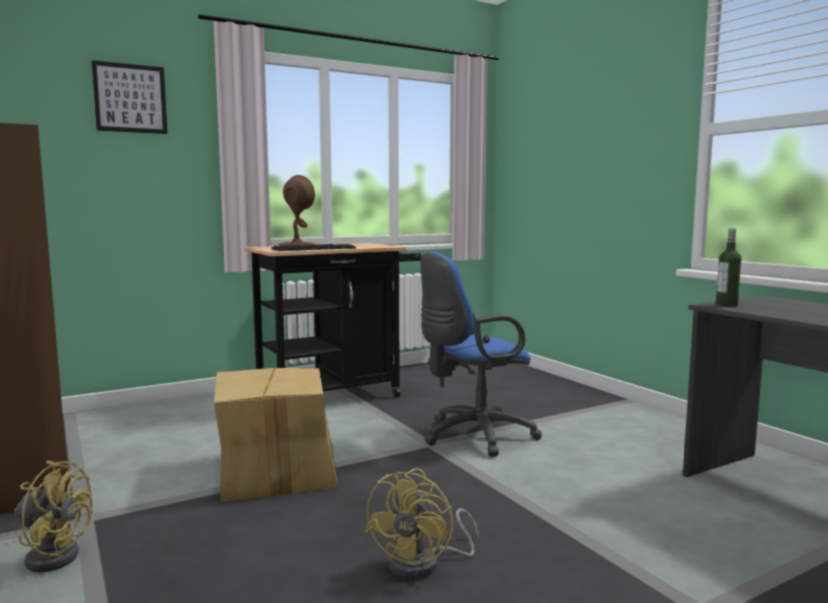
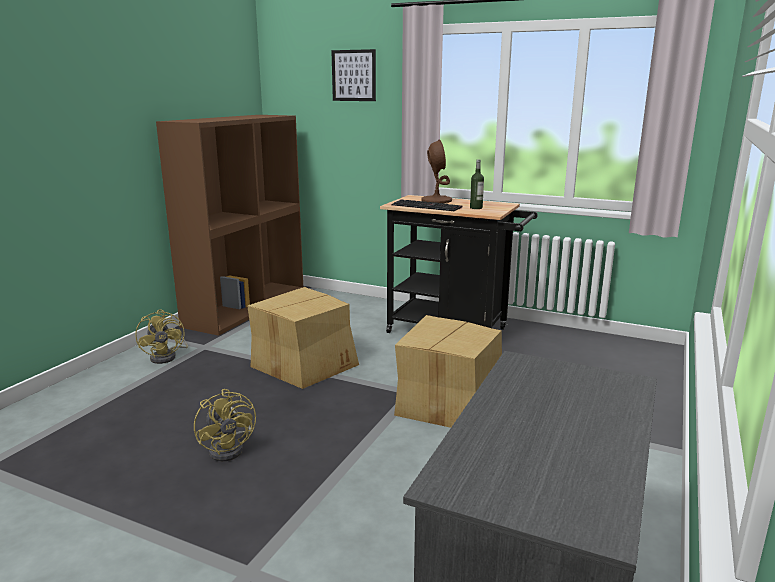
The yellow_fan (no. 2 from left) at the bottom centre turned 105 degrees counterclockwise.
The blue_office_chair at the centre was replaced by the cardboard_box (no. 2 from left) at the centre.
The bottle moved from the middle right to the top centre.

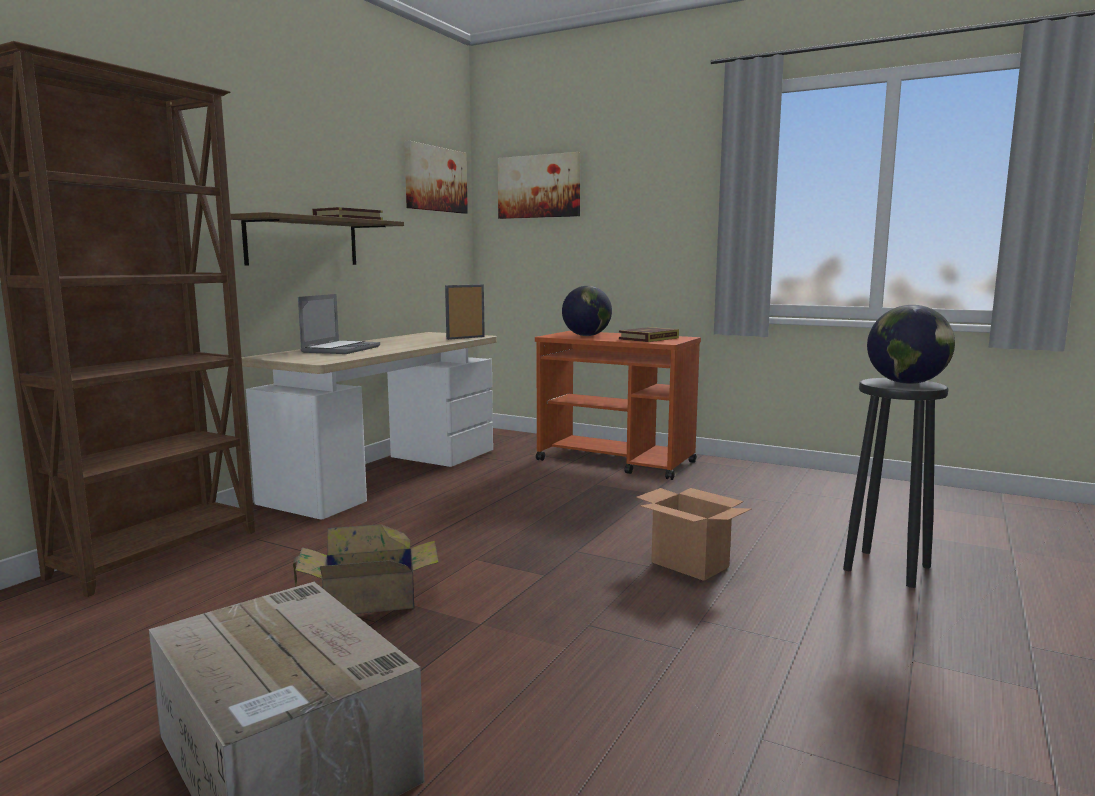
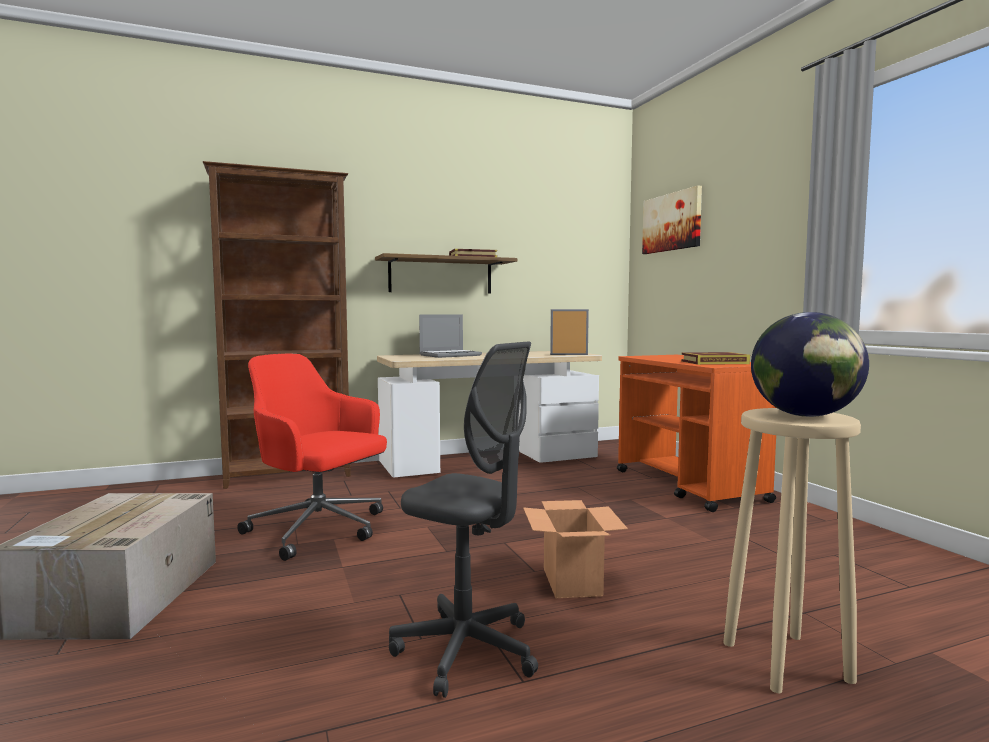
The cardboard_box (no. 2 from left) at the bottom centre was replaced by the red_office_chair at the middle left.
The grey_office_chair at the bottom centre appeared.
The black_stool at the middle right became the beige_stool at the bottom right.
The picture (no. 1 from left) at the top centre disappeared.
The globe (no. 1 from left) at the centre disappeared.

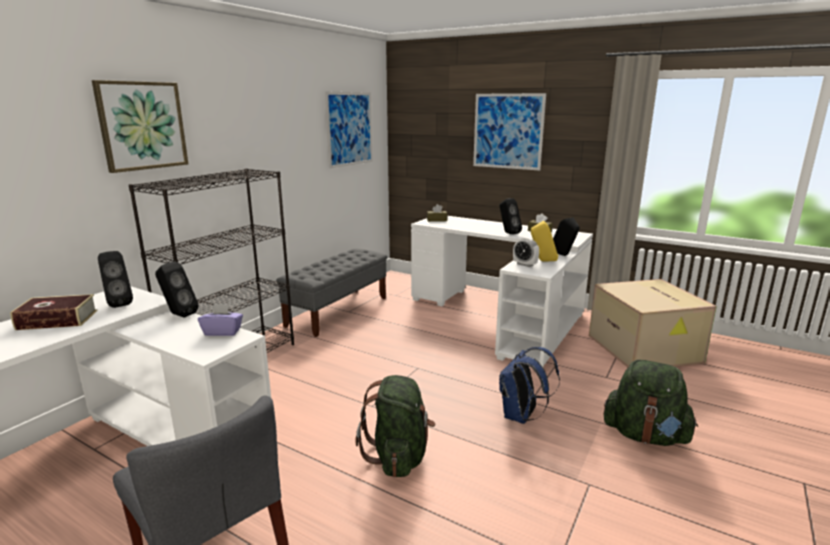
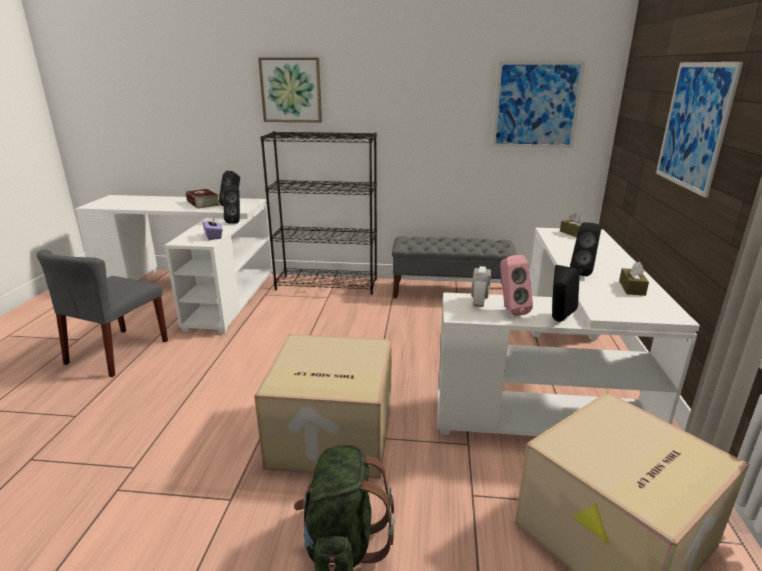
The blue_backpack at the bottom centre was replaced by the cardboard_box (no. 1 from left) at the bottom centre.
The yellow_speaker at the centre became the pink_speaker at the middle right.
The green_backpack (no. 1 from left) at the bottom centre disappeared.

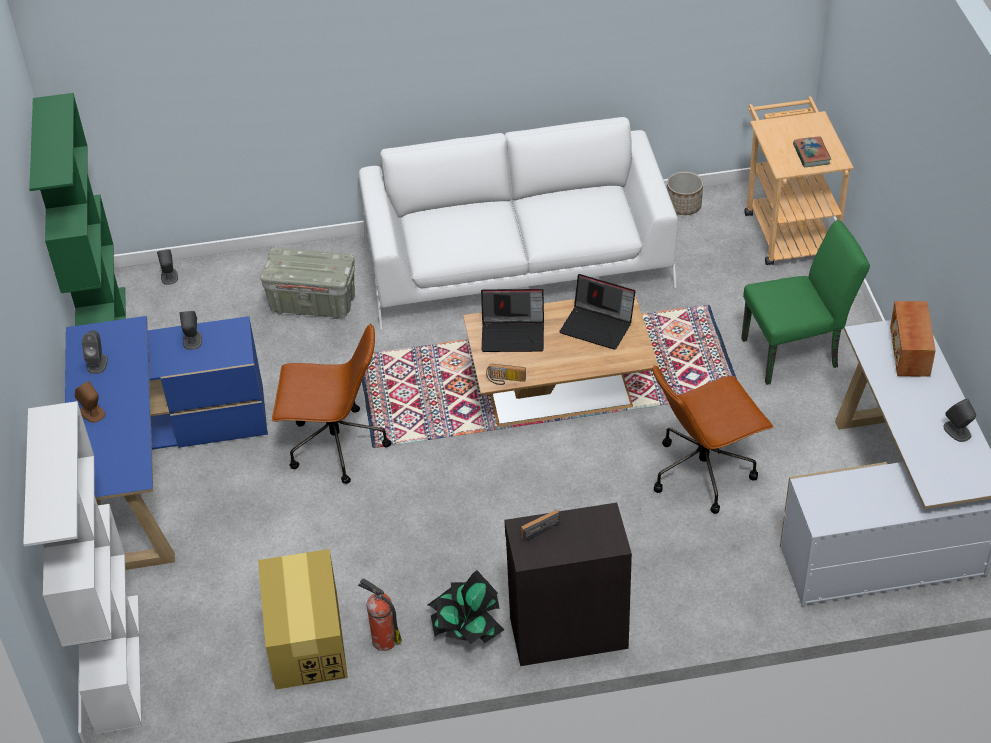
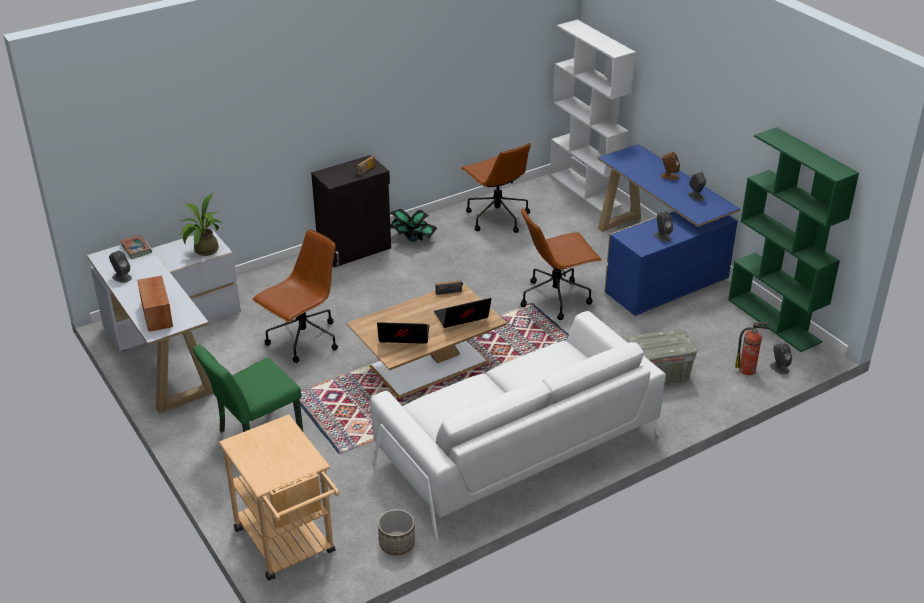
The book moved from the top right to the middle left.
The potted_plant (no. 1 from left) at the middle left appeared.
The cardboard_box at the bottom left was replaced by the brown_office_chair (no. 2 from left) at the top centre.
The fire_extinguisher moved from the bottom centre to the middle right.

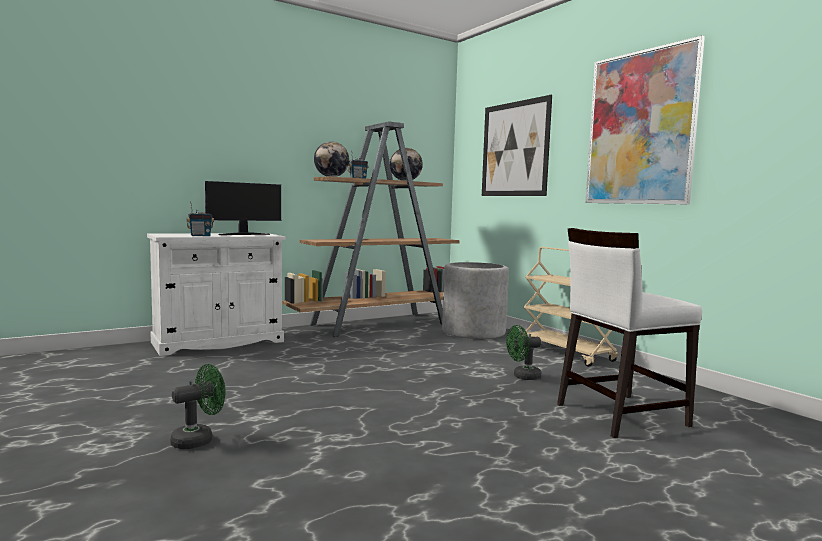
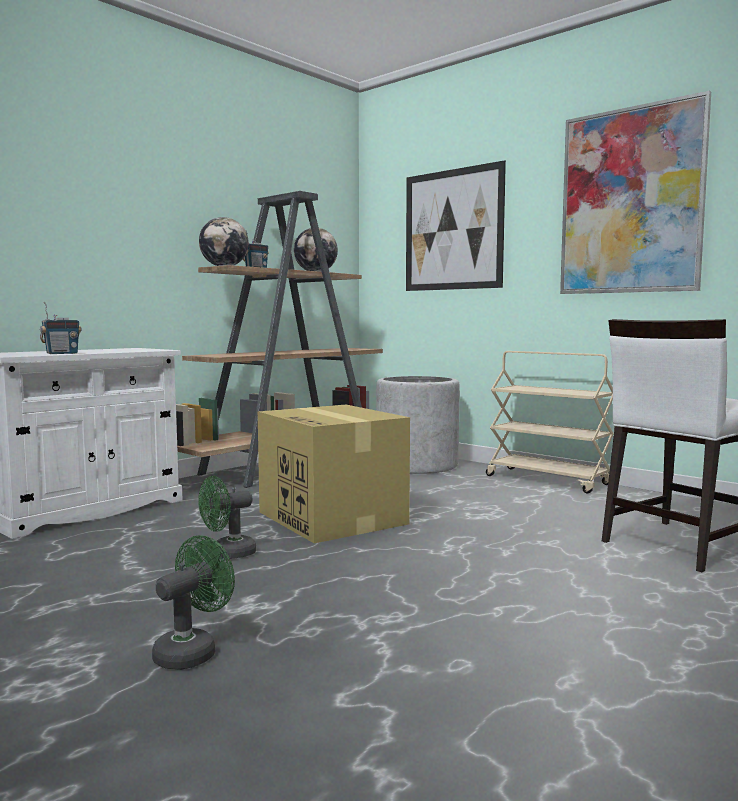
The green_fan (no. 2 from left) moved from the centre to the middle left.
The cardboard_box at the centre appeared.
The monitor at the middle left disappeared.

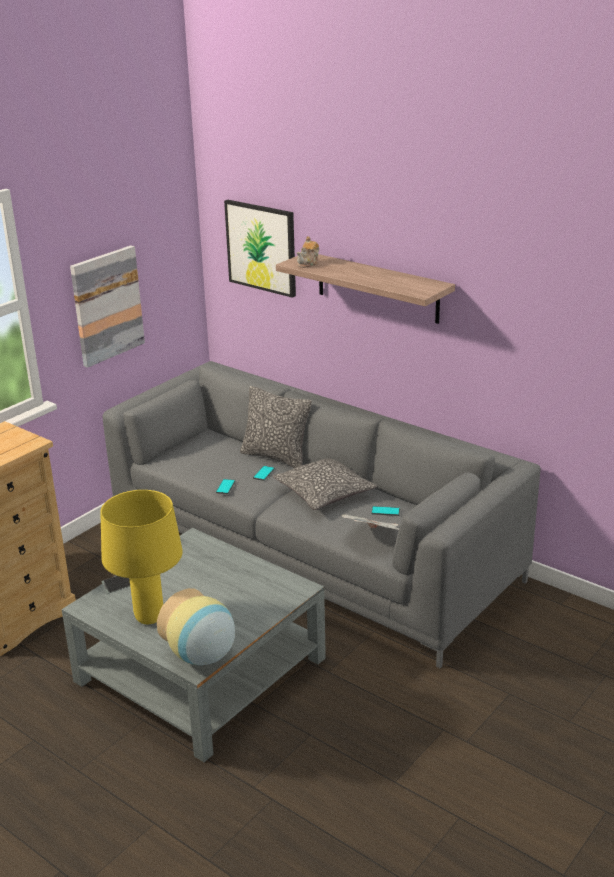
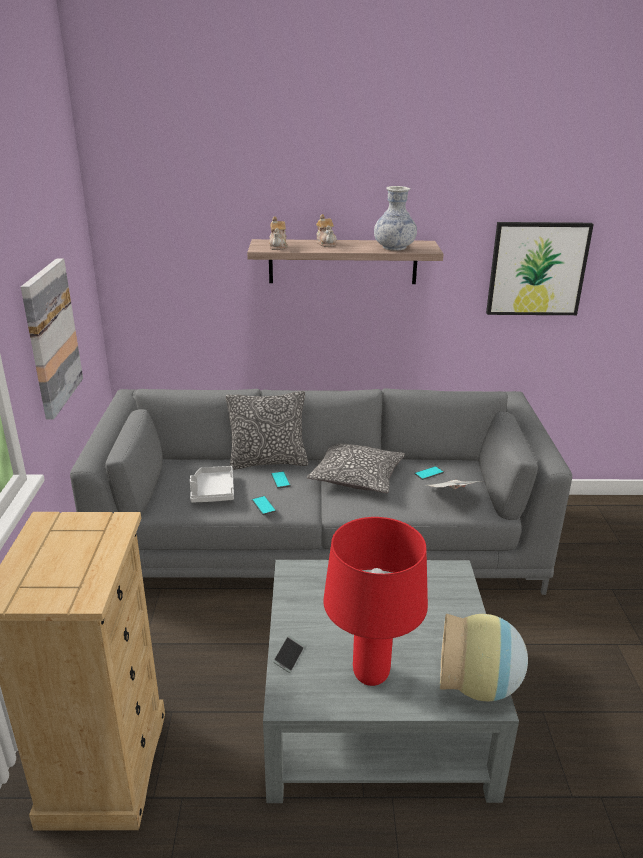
The grey_tray at the middle left appeared.
The teapot (no. 2 from left) at the top centre appeared.
The yellow_table_lamp at the middle left became the red_table_lamp at the bottom centre.
The vase (no. 1 from left) at the top centre appeared.
The picture (no. 2 from left) moved from the top centre to the top right.

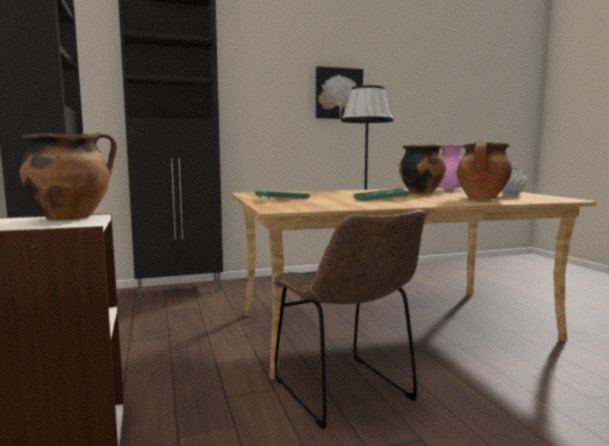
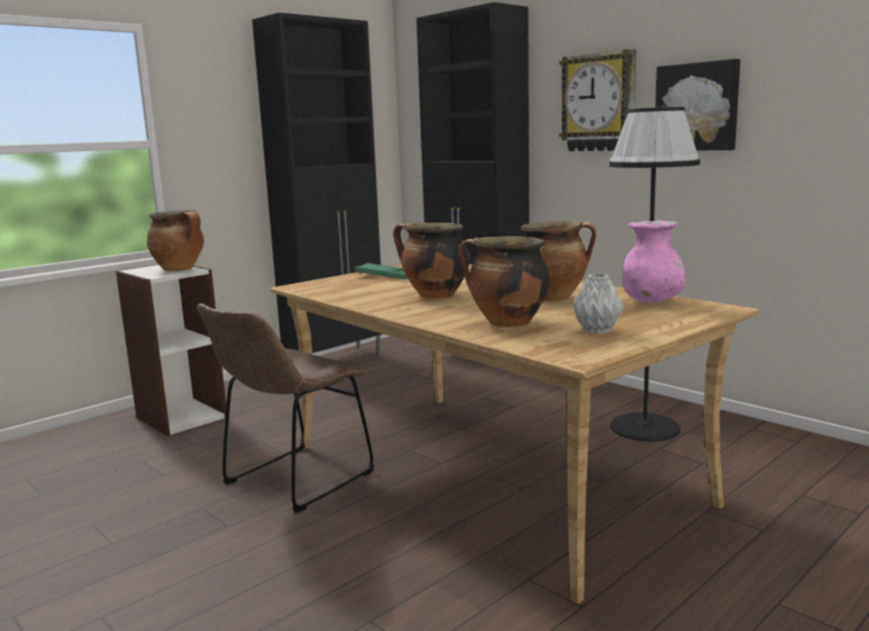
The green_tray (no. 2 from left) at the centre was replaced by the cooking_pot (no. 2 from left) at the centre.
The wall_clock at the top right appeared.

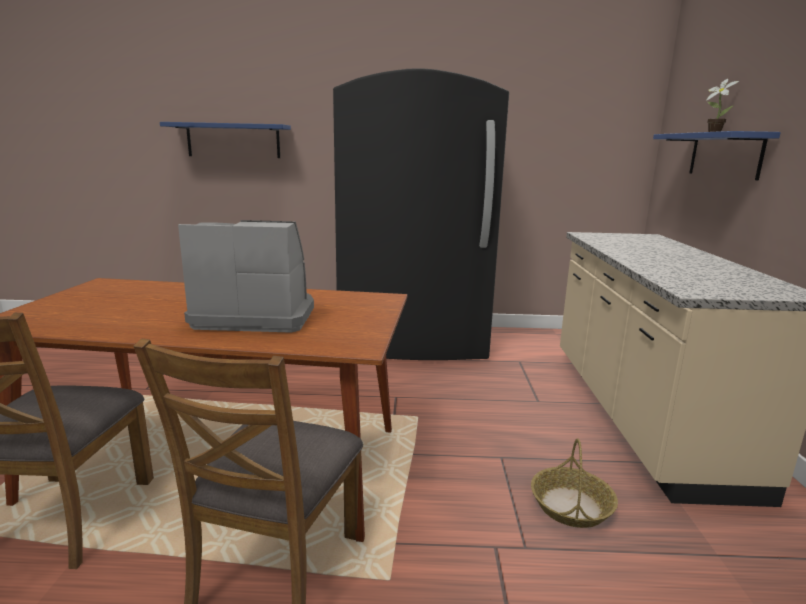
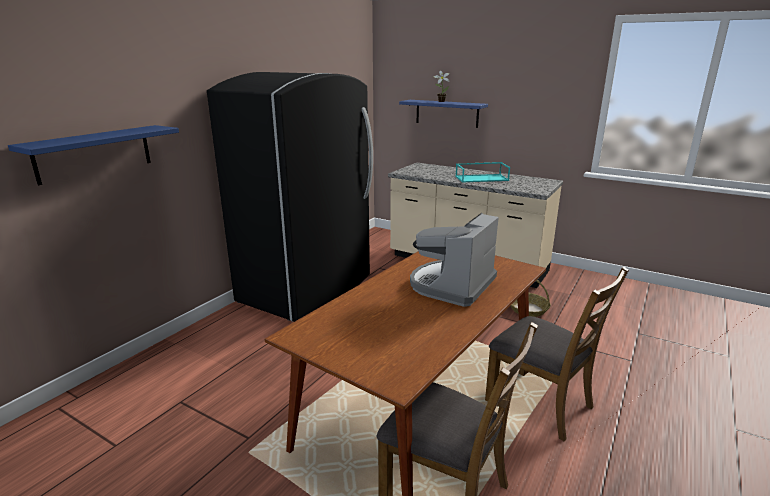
The turquoise_tray at the centre appeared.

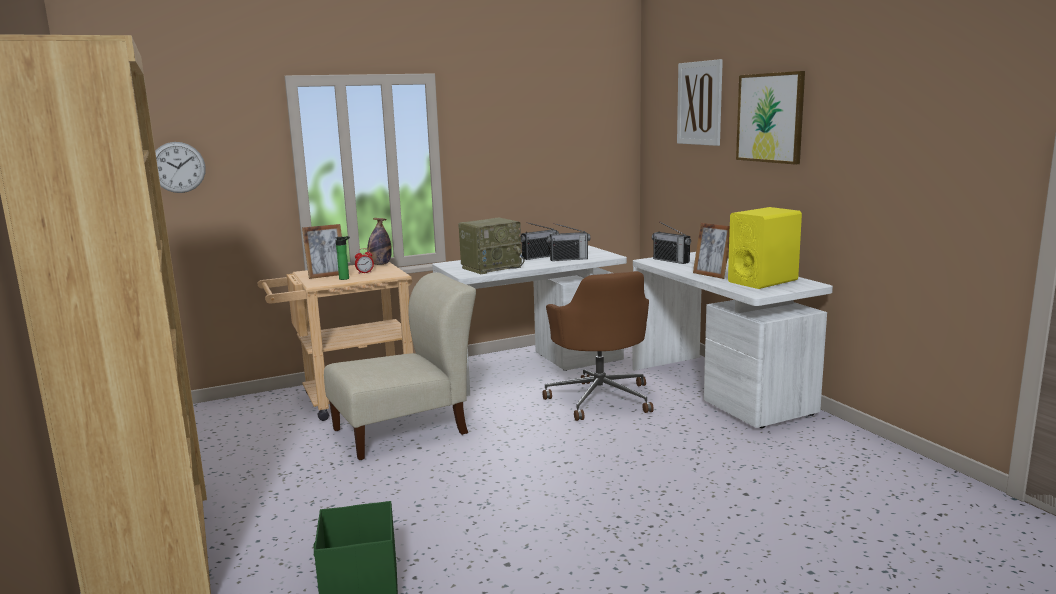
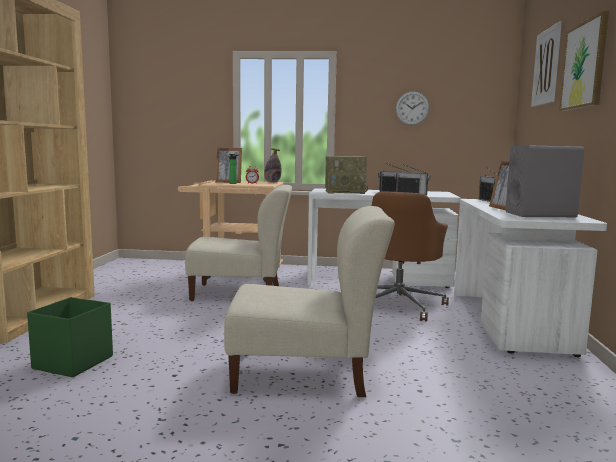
The beige_chair (no. 2 from left) at the centre appeared.
The wall_clock moved from the top left to the top right.
The yellow_speaker at the middle right became the grey_speaker at the middle right.

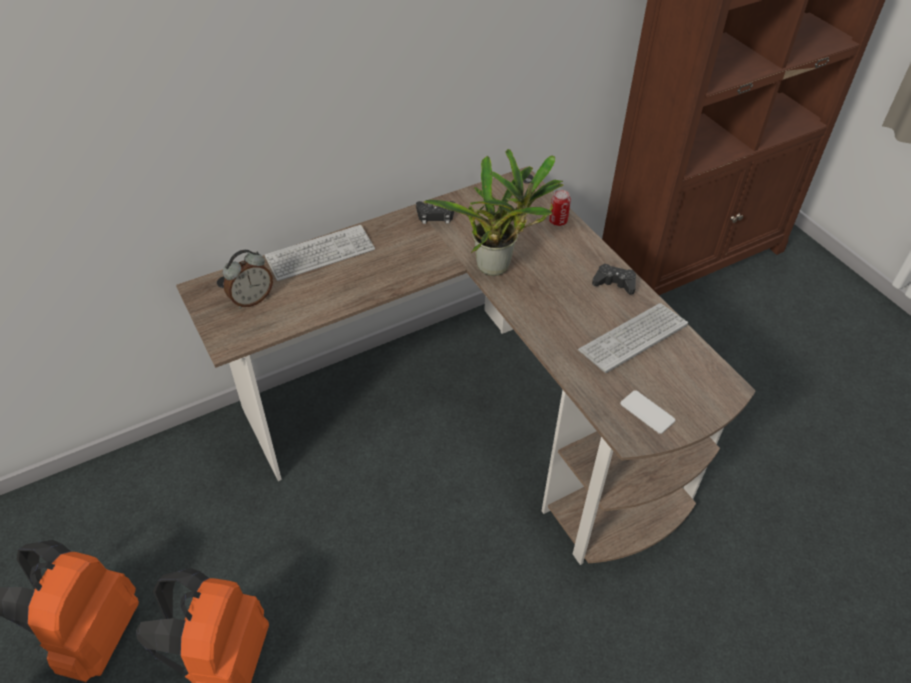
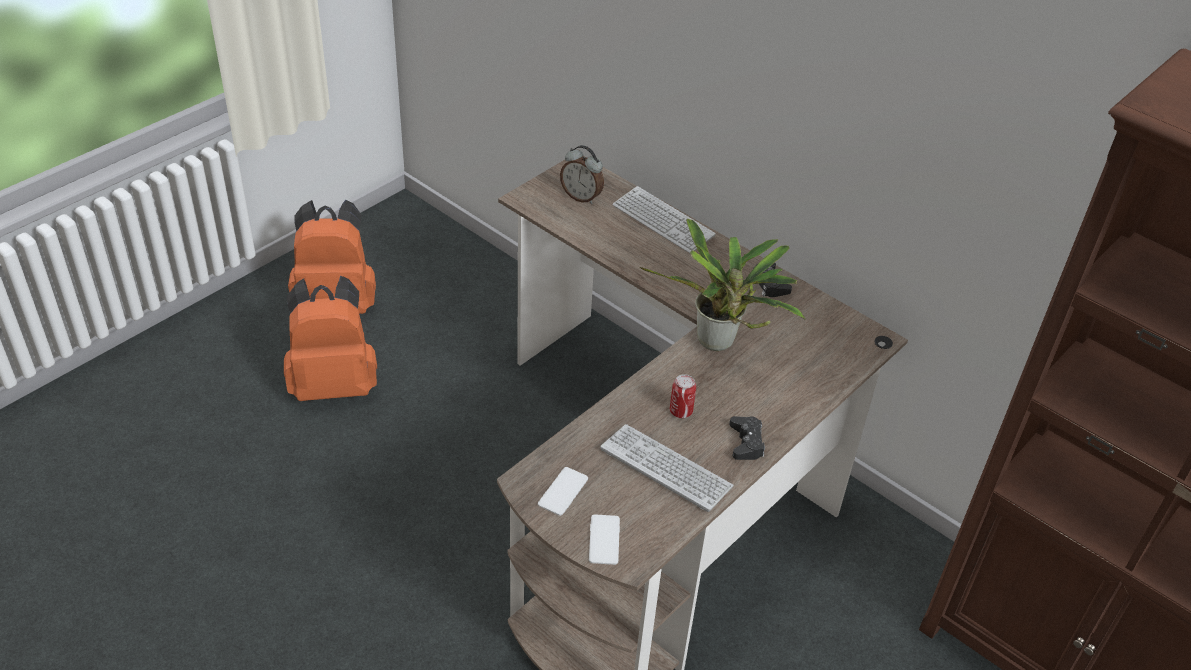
The phone (no. 2 from left) at the bottom centre appeared.
The can moved from the top centre to the centre.

